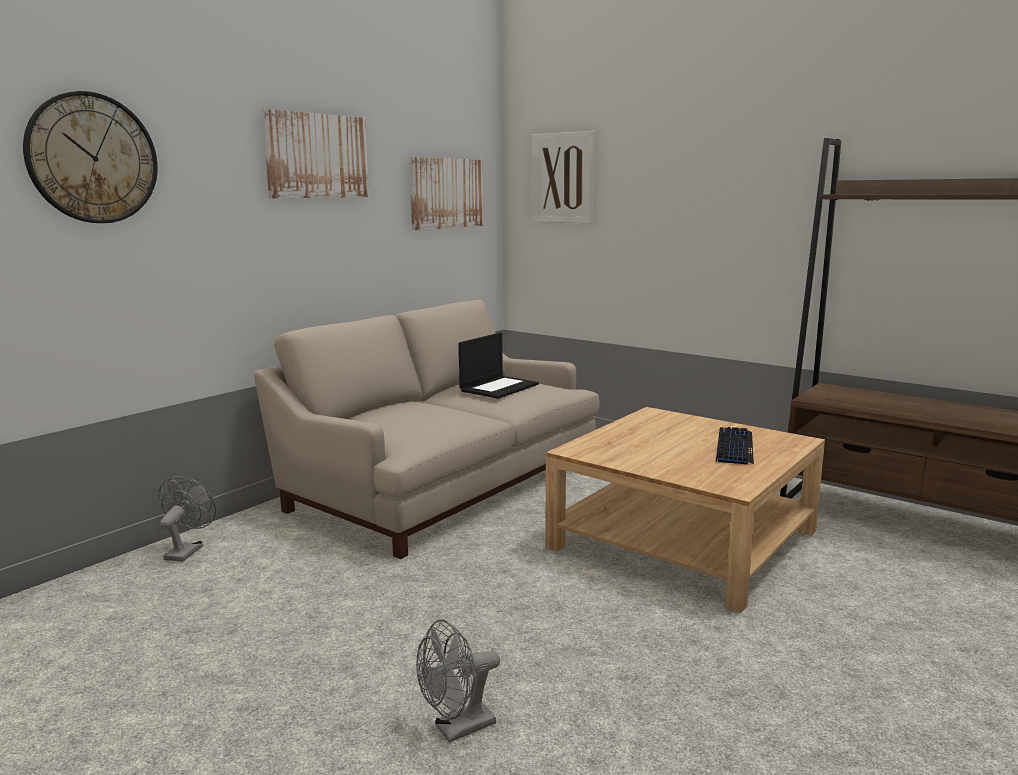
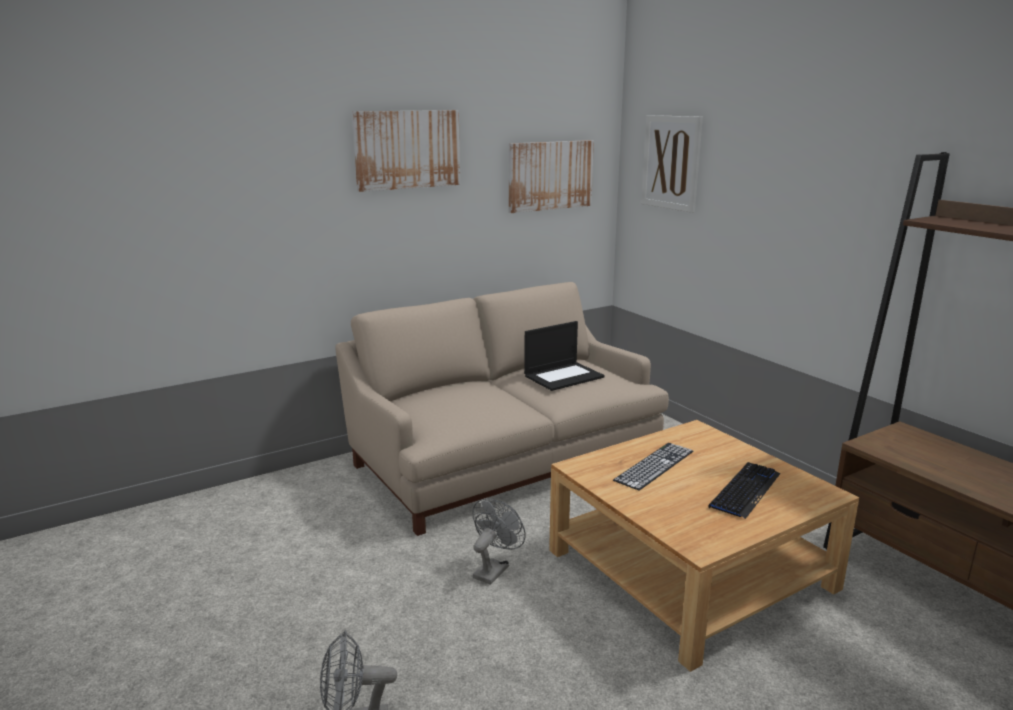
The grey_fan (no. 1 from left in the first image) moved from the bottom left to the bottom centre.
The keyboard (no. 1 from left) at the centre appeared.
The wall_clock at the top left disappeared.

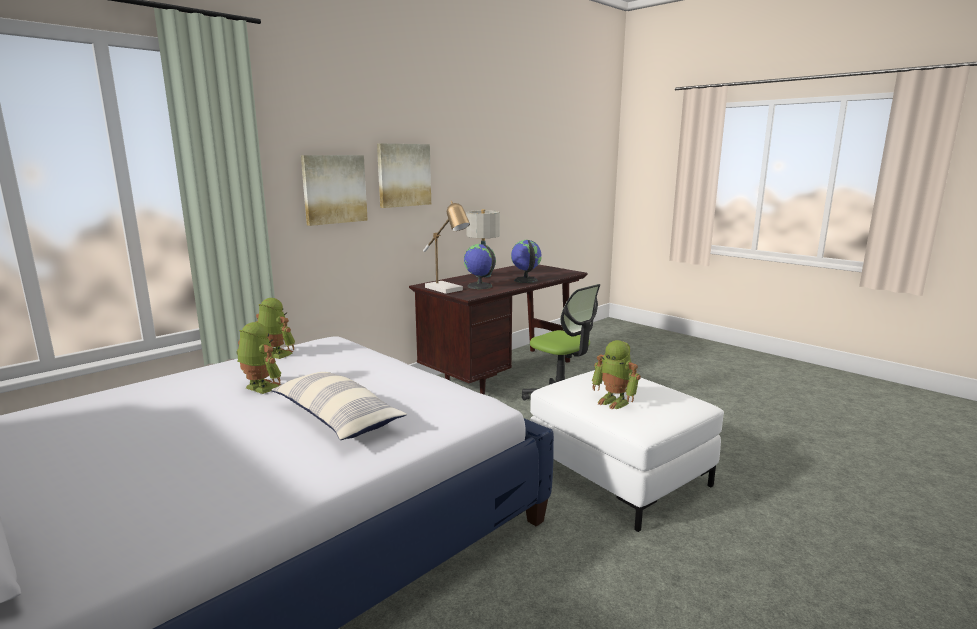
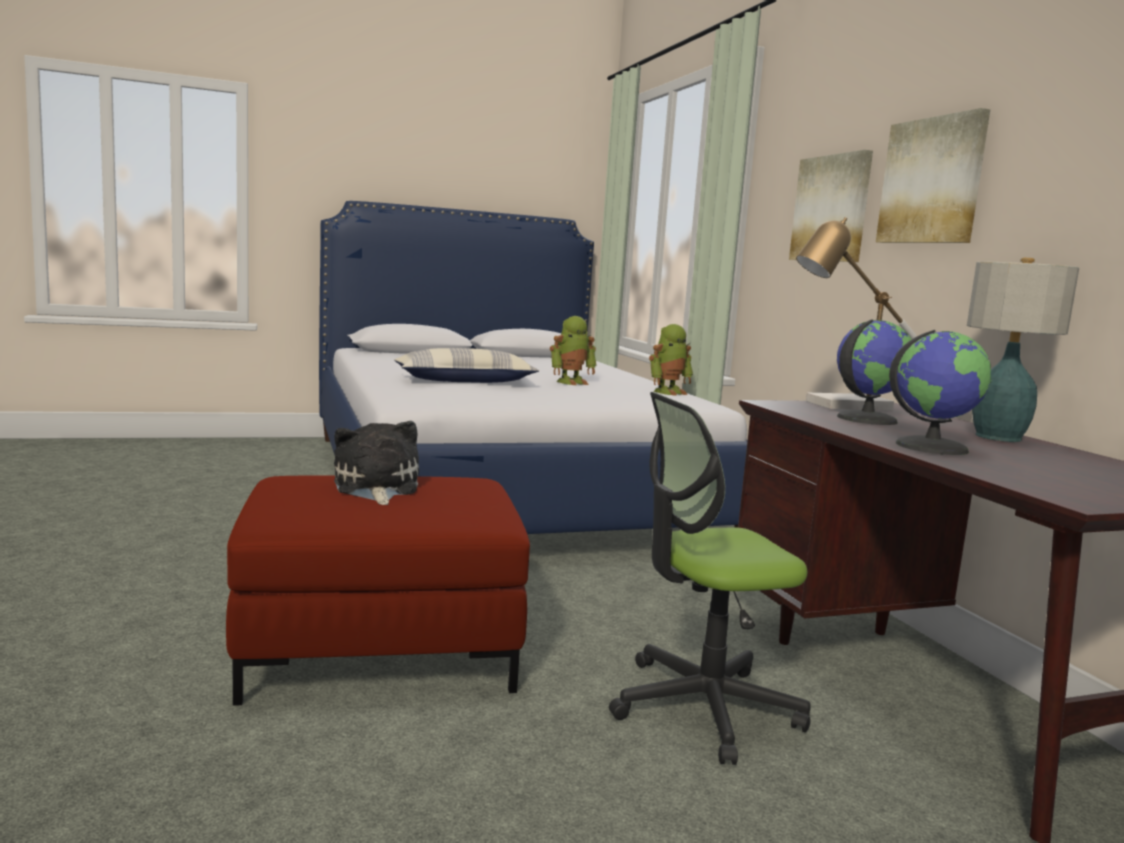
The white_ottoman at the bottom centre became the red_ottoman at the bottom centre.
The toy_robot (no. 3 from left) at the centre was replaced by the plush_toy at the centre.

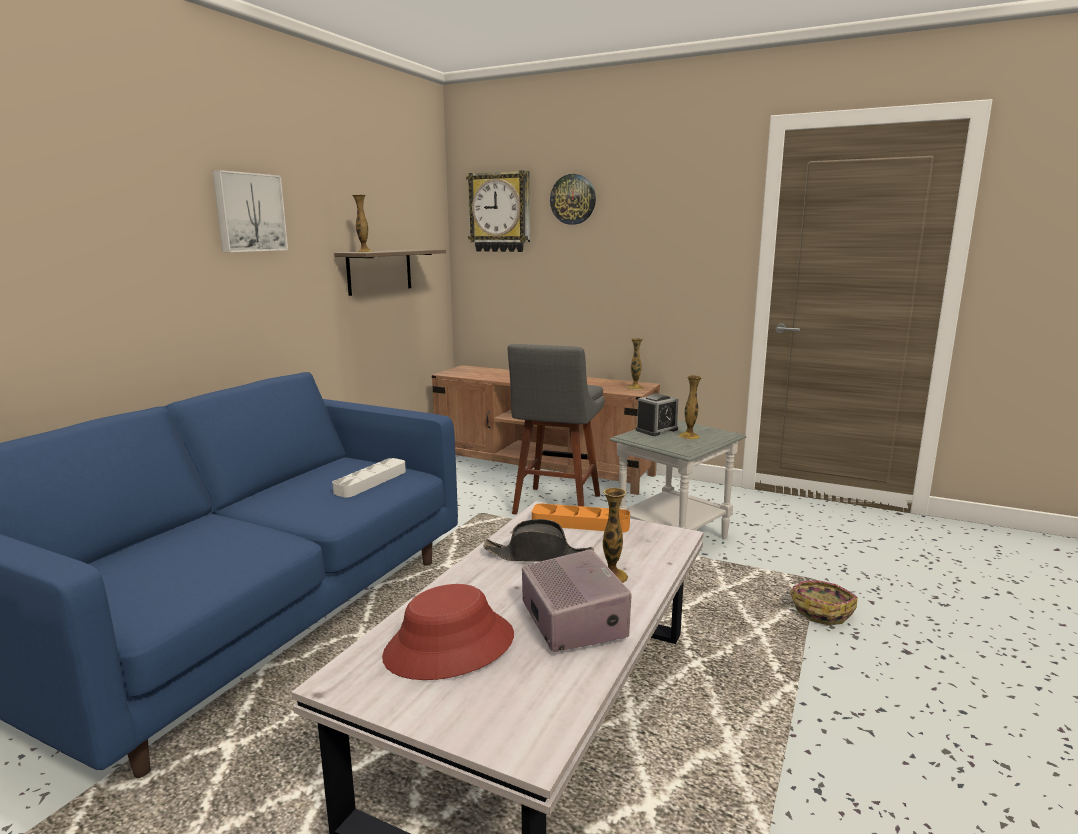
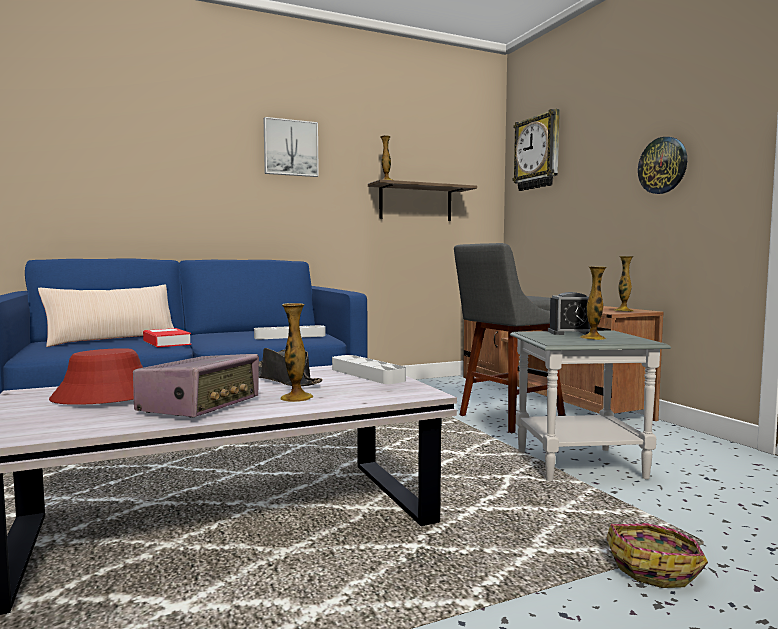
The beige_pillow at the middle left appeared.
The book at the middle left appeared.
The orange_tray at the centre became the grey_tray (no. 2 from left) at the centre.
The wall_clock (no. 2 from left) moved from the top centre to the top right.

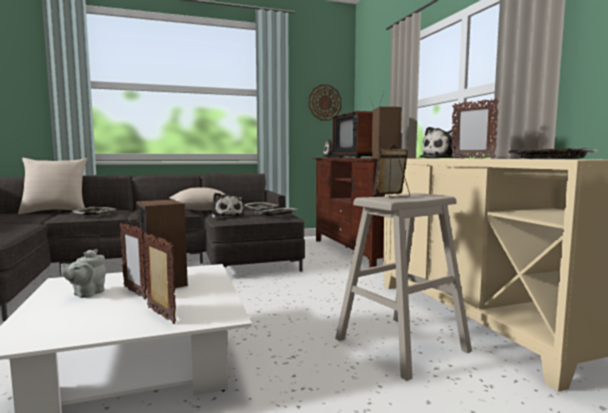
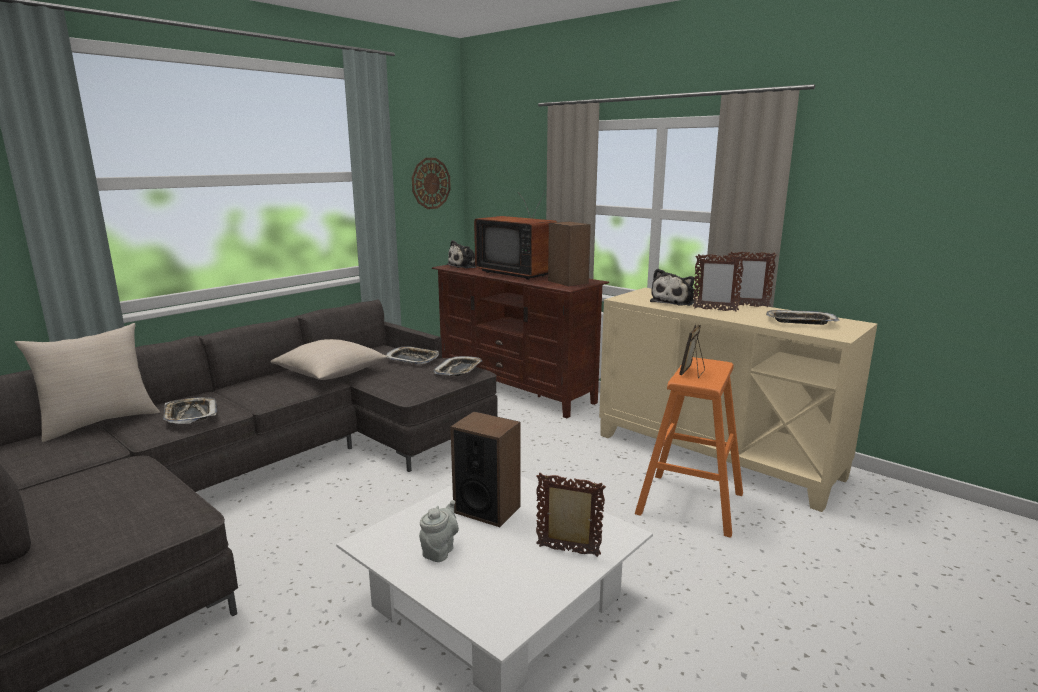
The grey_teapot at the middle left turned 150 degrees counterclockwise.
The beige_stool at the bottom centre became the orange_stool at the centre.
The picture_frame (no. 1 from left in the first image) moved from the middle left to the middle right.
The plush_toy (no. 1 from left) at the centre disappeared.

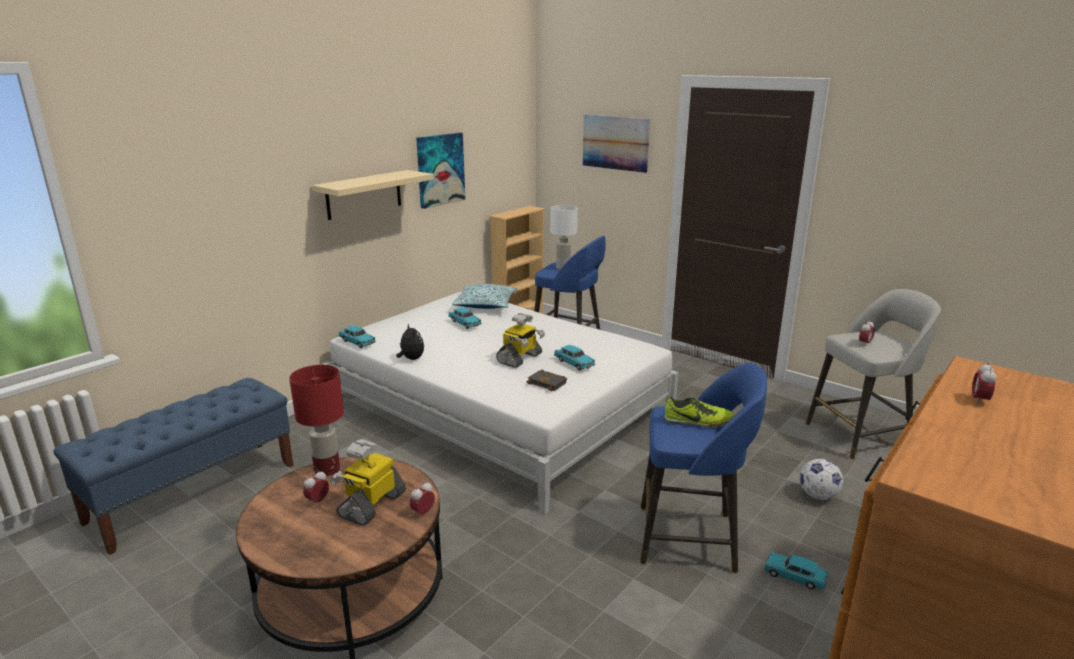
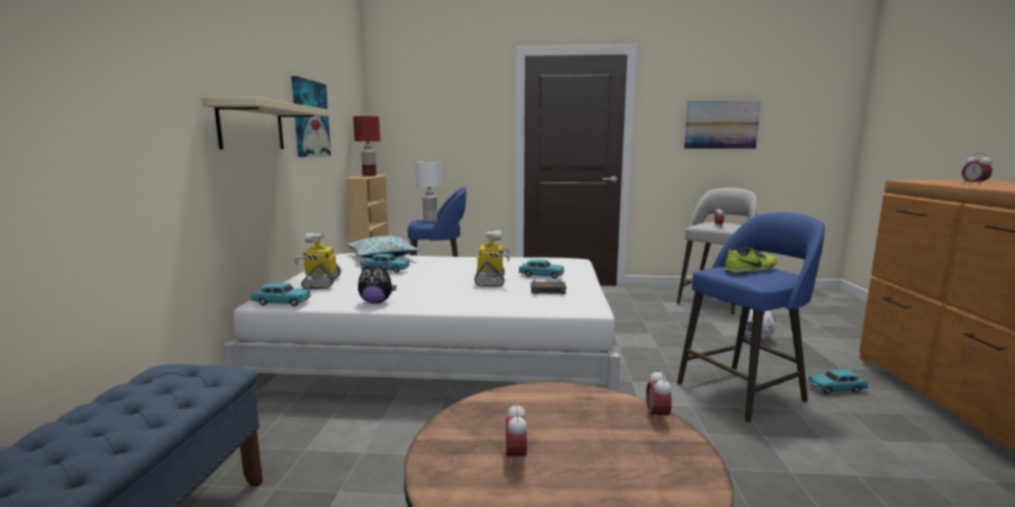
The toy_robot (no. 1 from left) moved from the bottom centre to the middle left.
The red_table_lamp moved from the middle left to the top centre.
The plush_toy at the centre turned 150 degrees clockwise.
The picture (no. 2 from left) moved from the top centre to the top right.

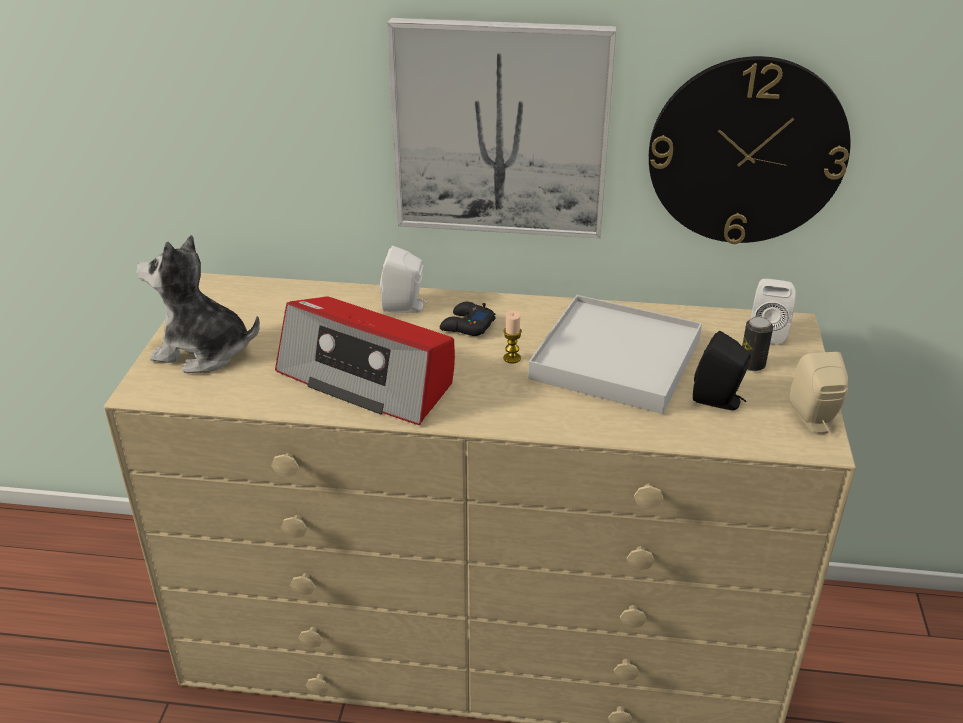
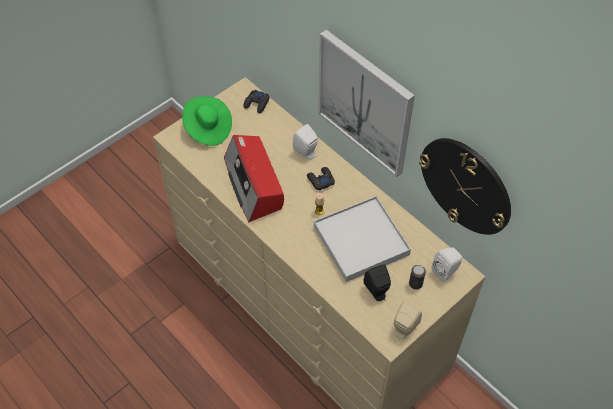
The plush_toy at the middle left was replaced by the green_hat at the top centre.
The black_game_controller (no. 1 from left) at the top centre appeared.

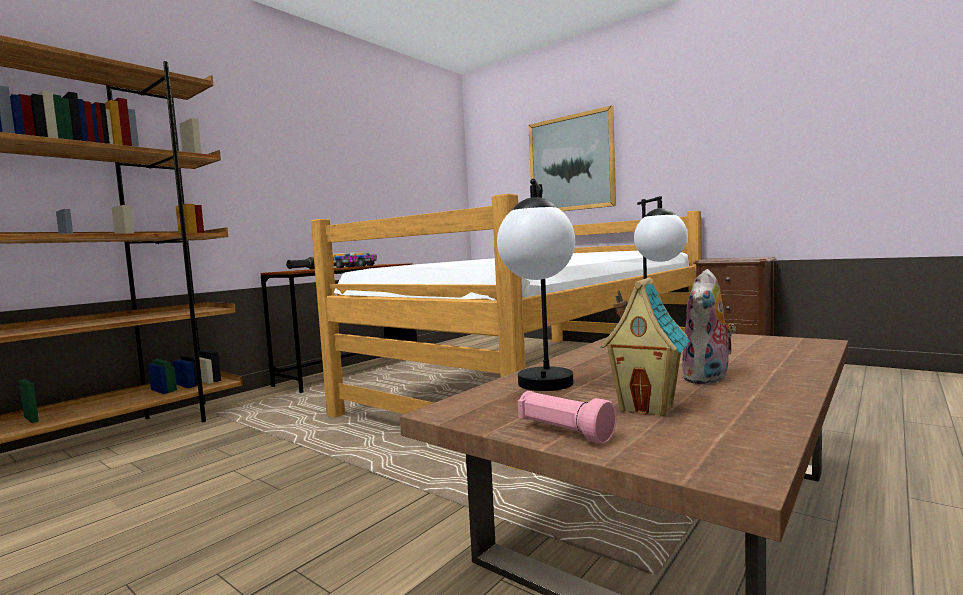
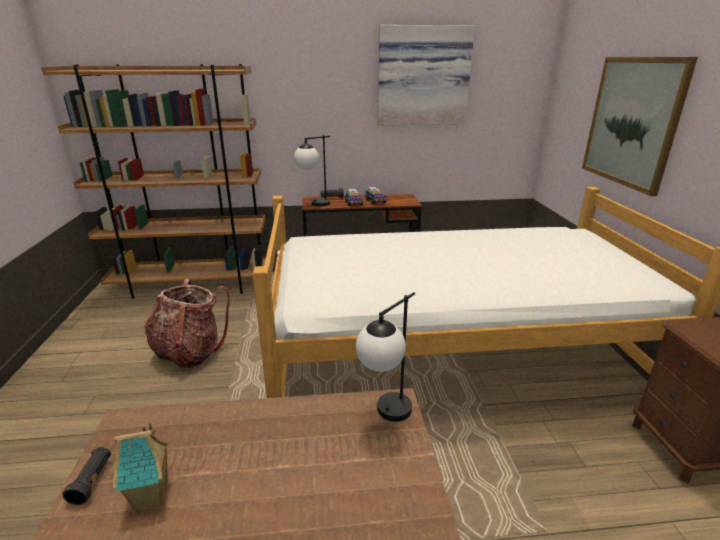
The pink_flashlight at the bottom centre became the black_flashlight (no. 1 from left) at the bottom left.
The backpack at the middle left appeared.
The table_lamp (no. 1 from left) moved from the centre to the top centre.
The picture (no. 1 from left) at the top centre appeared.
The plush_toy at the middle right disappeared.

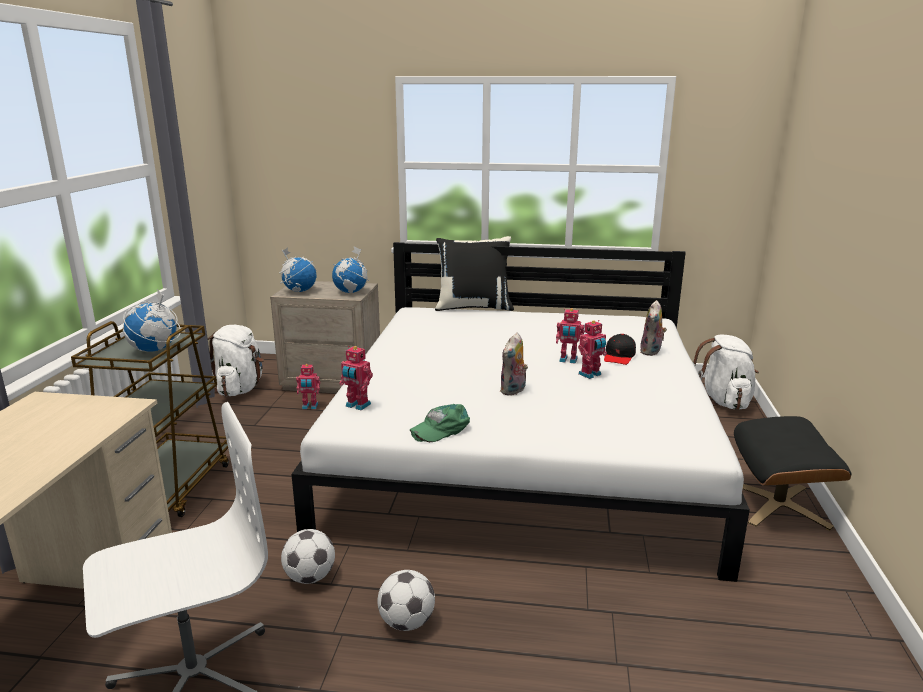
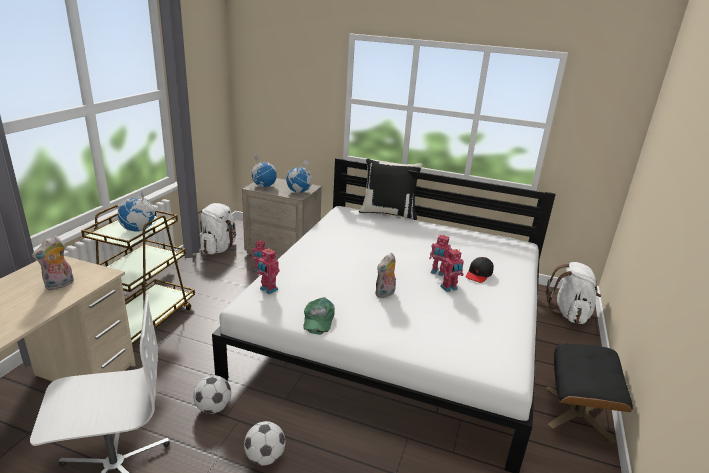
The plush_toy (no. 2 from left in the first image) moved from the middle right to the middle left.
The green_cap at the centre turned 60 degrees counterclockwise.

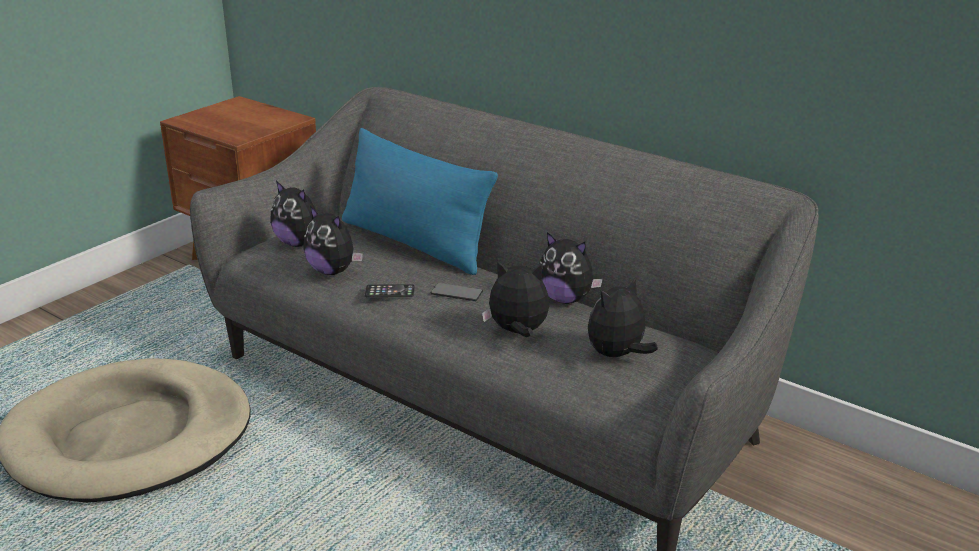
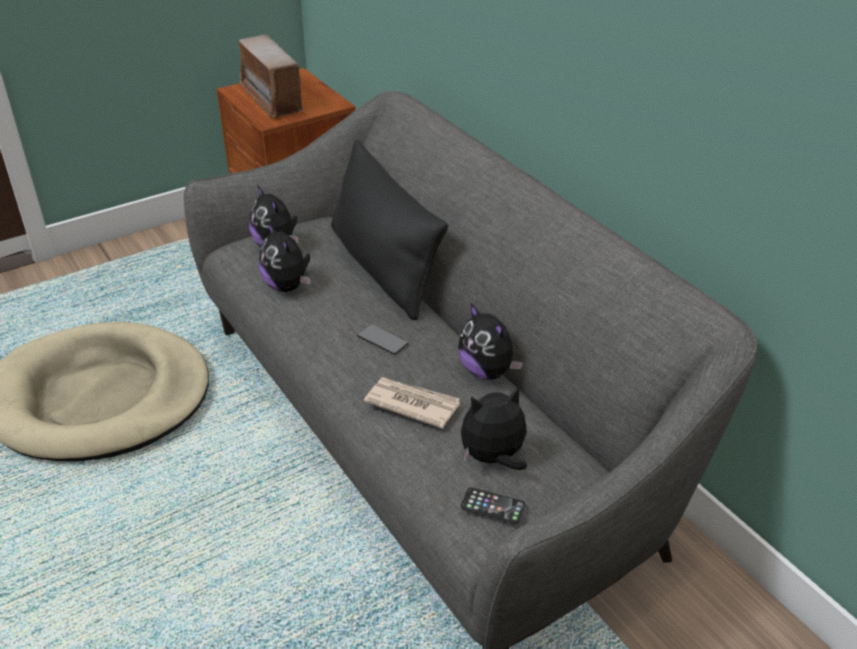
The radio at the top left appeared.
The blue_pillow at the centre became the black_pillow at the centre.
The plush_toy (no. 3 from left) at the centre was replaced by the newspaper at the centre.
The phone (no. 1 from left in the first image) moved from the centre to the bottom centre.

